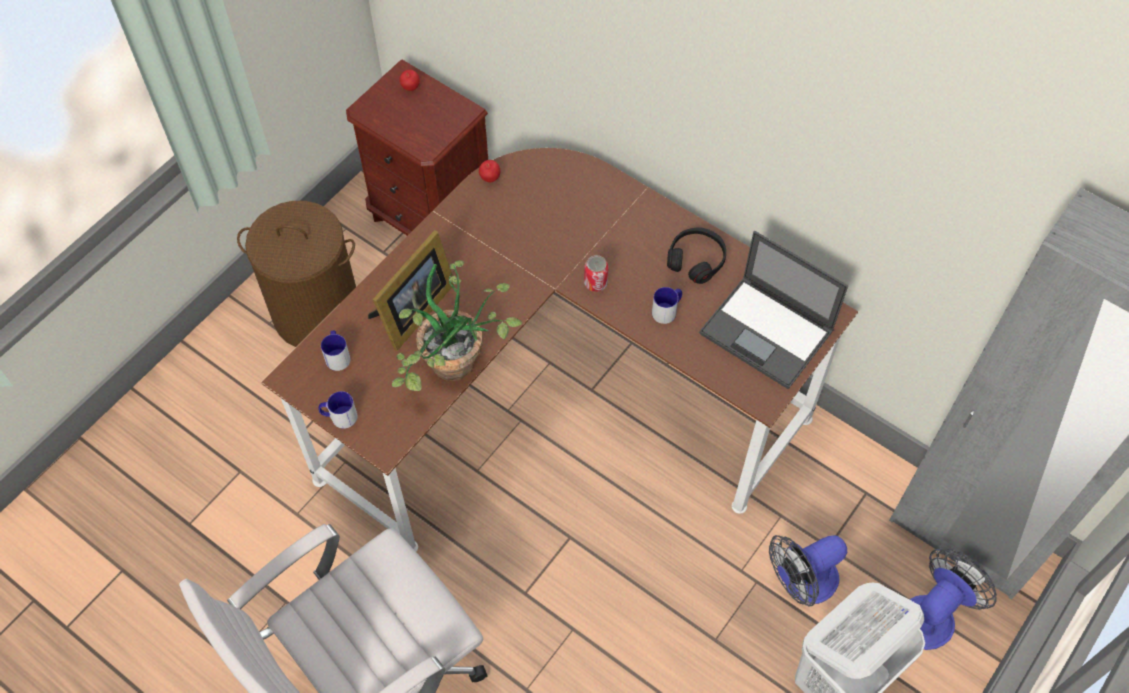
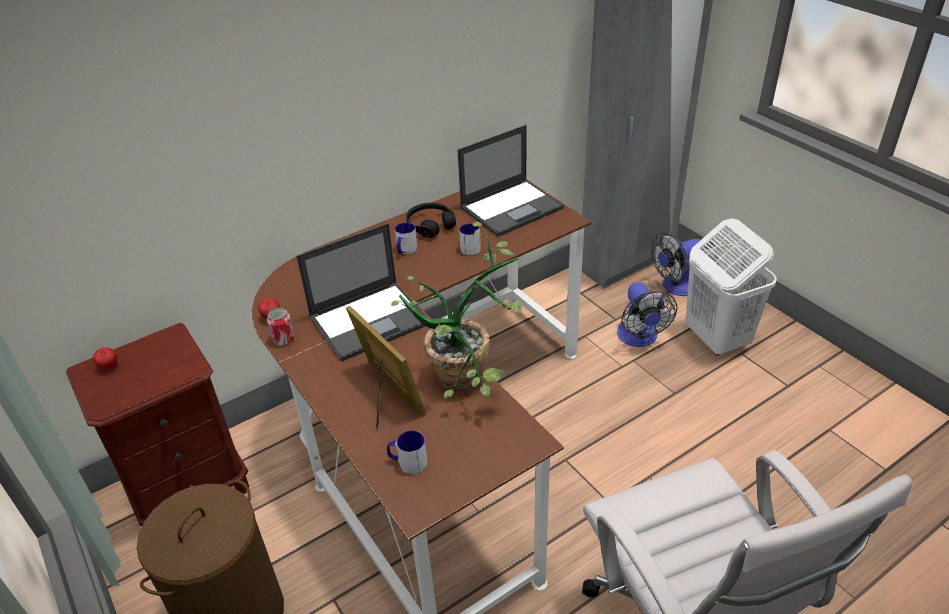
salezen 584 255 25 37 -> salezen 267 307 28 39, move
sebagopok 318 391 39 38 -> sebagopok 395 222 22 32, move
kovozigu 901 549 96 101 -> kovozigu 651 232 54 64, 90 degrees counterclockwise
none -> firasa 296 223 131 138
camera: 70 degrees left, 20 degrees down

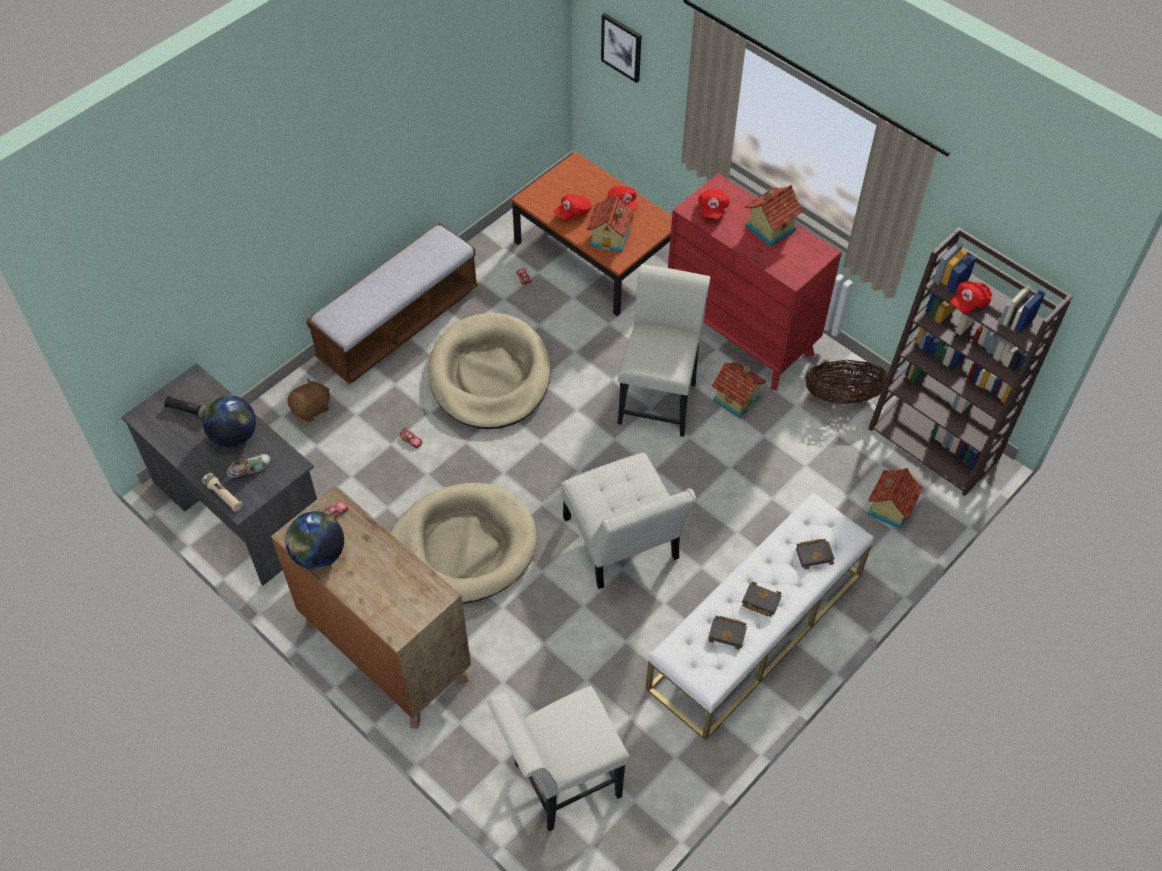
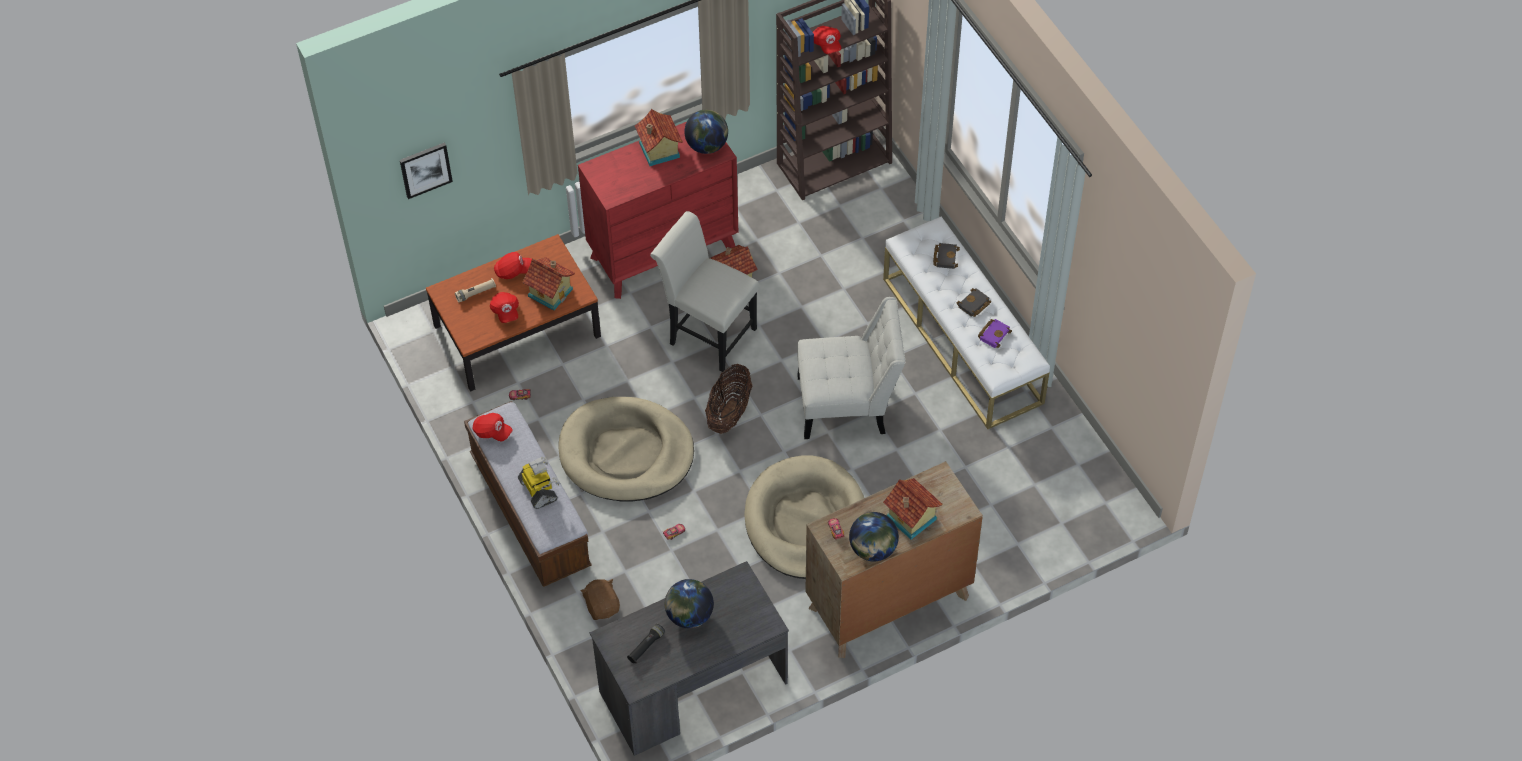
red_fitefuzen 698 188 32 31 -> red_fitefuzen 473 413 40 28, move
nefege 805 360 83 44 -> nefege 705 364 47 70, move
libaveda 227 454 43 24 -> none
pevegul 867 468 56 61 -> pevegul 883 478 60 62, move
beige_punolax 202 473 41 39 -> beige_punolax 455 278 41 24, move
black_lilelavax 708 615 39 35 -> purple_lilelavax 978 319 34 29
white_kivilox 487 686 143 145 -> none
none -> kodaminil 684 110 44 44
none -> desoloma 518 457 41 52
camera: 70 degrees left, 0 degrees up

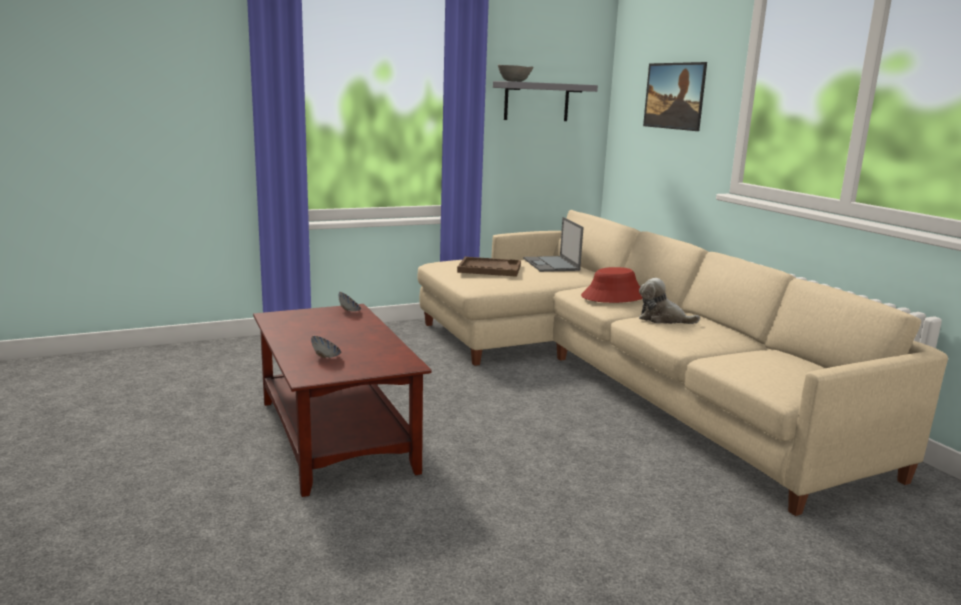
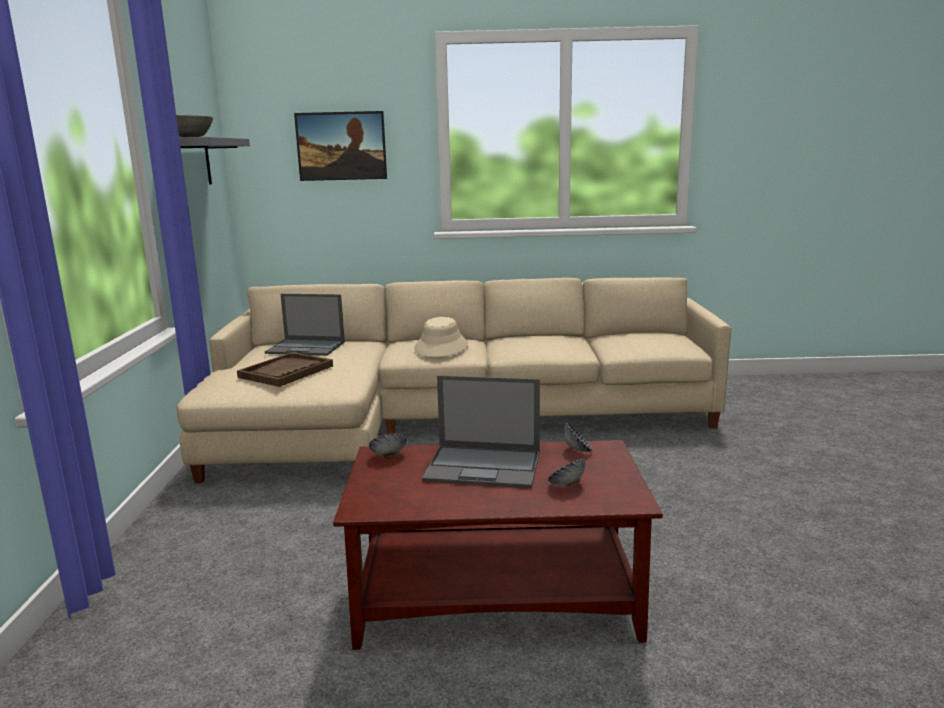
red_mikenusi 581 267 62 36 -> beige_mikenusi 414 317 54 40
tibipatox 639 278 61 46 -> none
none -> firasa 422 375 118 113
none -> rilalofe 564 422 29 30
camera: 65 degrees left, 0 degrees up

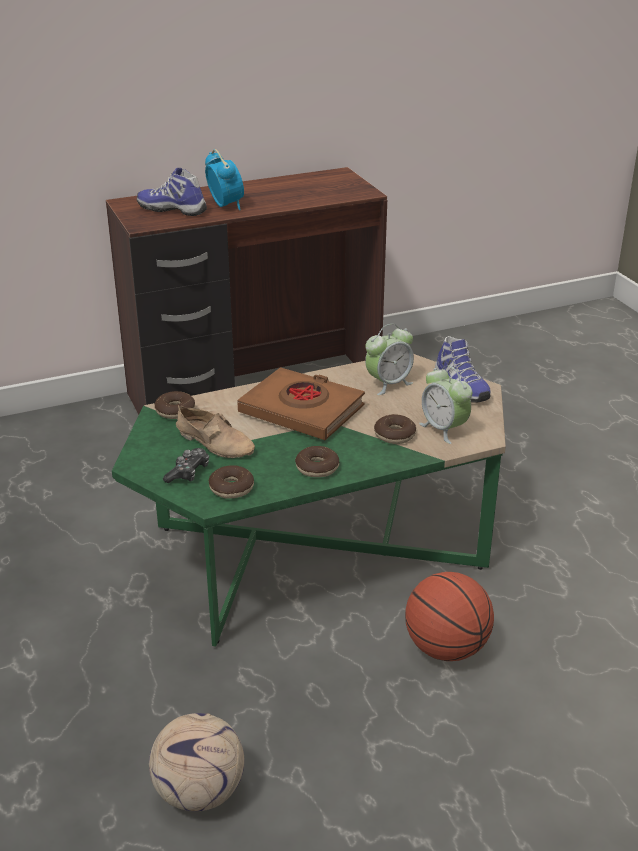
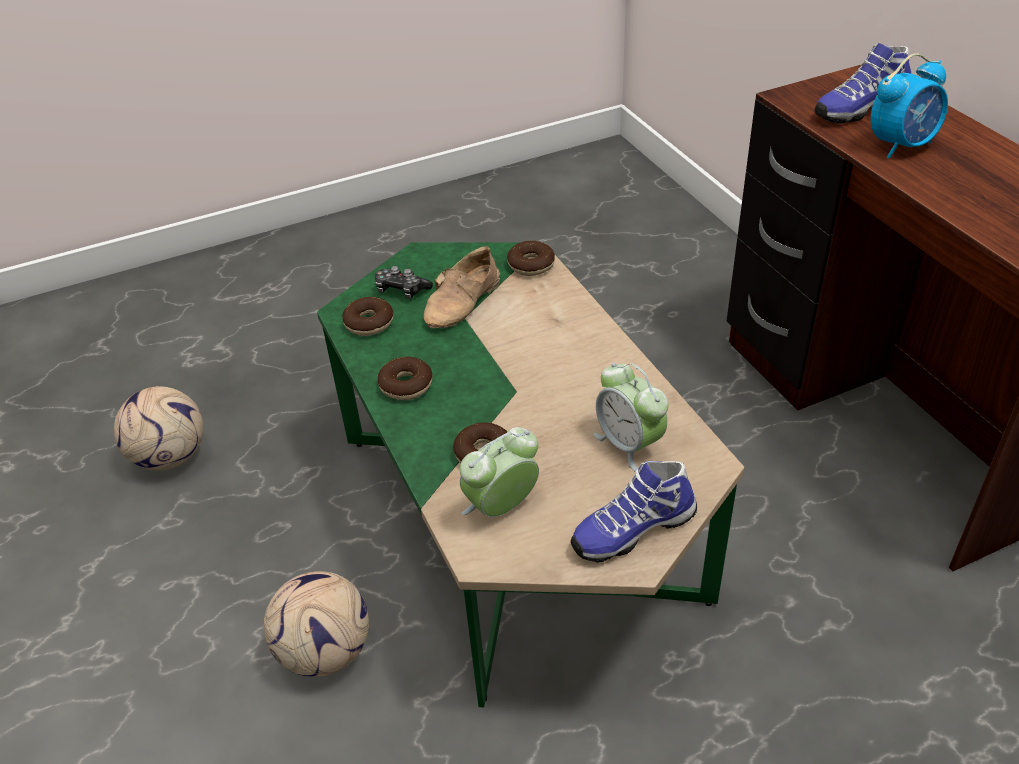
libaveda 137 168 70 48 -> libaveda 814 43 97 81, 135 degrees counterclockwise
brown_lilelavax 237 367 128 73 -> none
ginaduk 405 572 89 89 -> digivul 264 571 105 106
camera: 90 degrees right, 10 degrees up

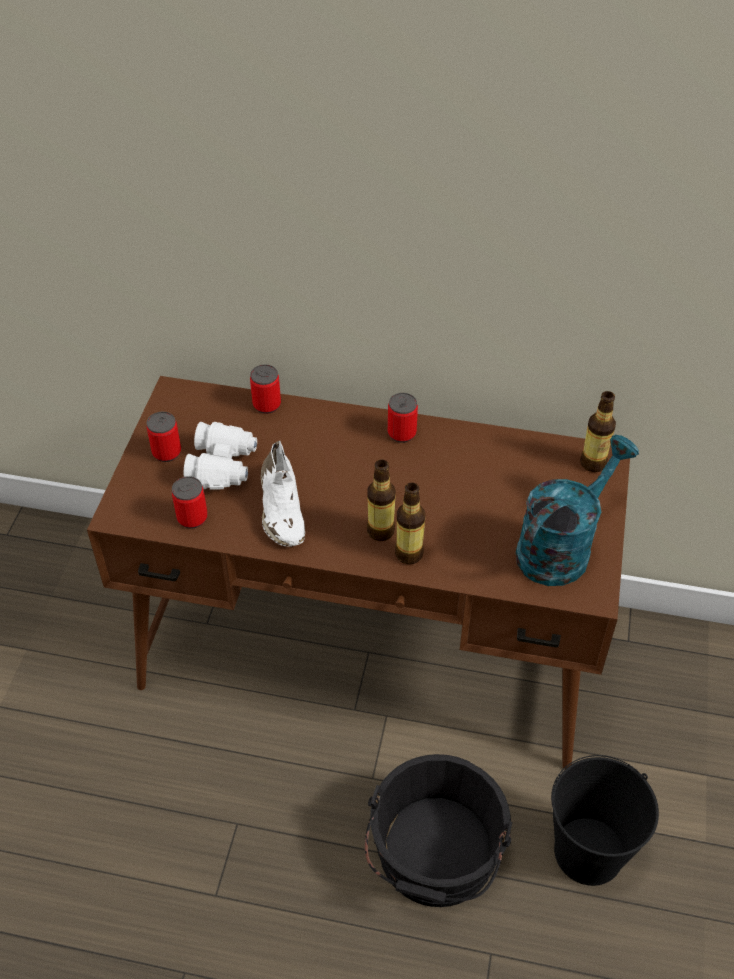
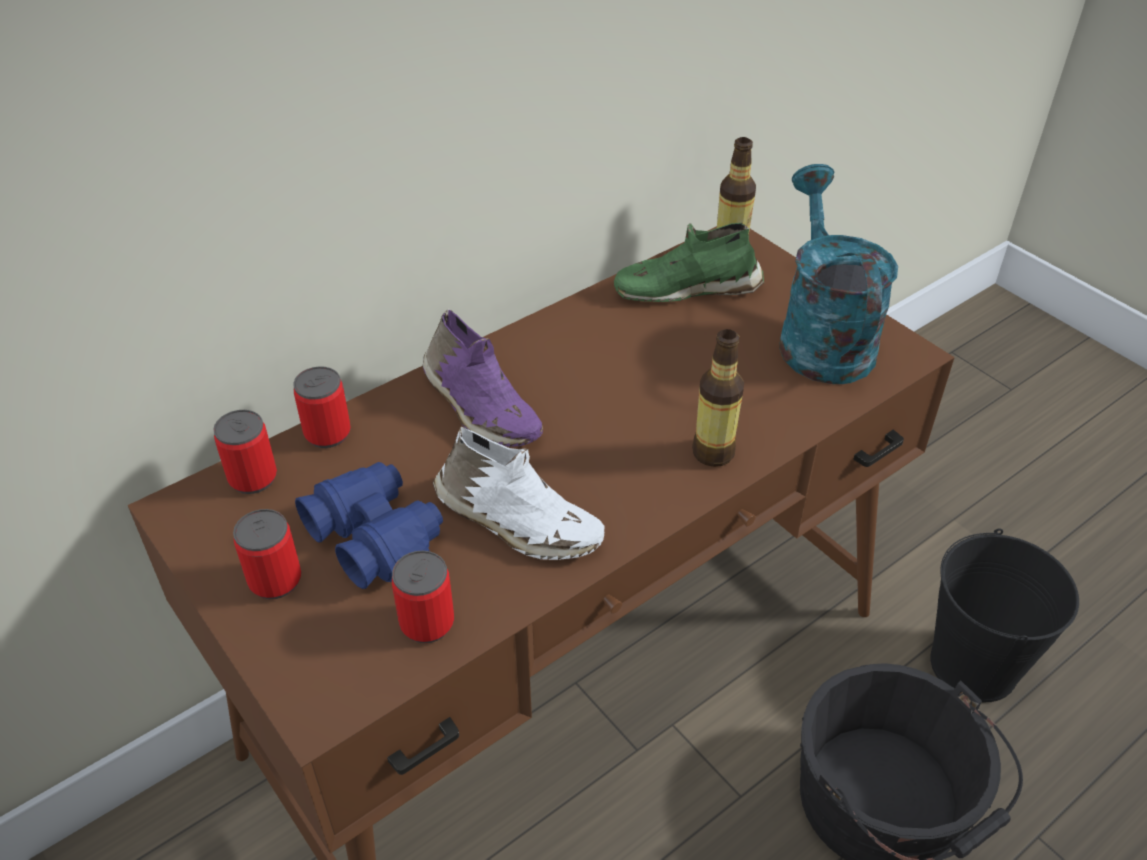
salezen 388 393 30 50 -> salezen 213 410 64 84, move
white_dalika 184 422 73 67 -> blue_dalika 295 462 148 127
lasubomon 367 460 29 81 -> none
none -> green_libaveda 614 223 150 79
none -> purple_libaveda 423 309 120 138
camera: 50 degrees left, 5 degrees down

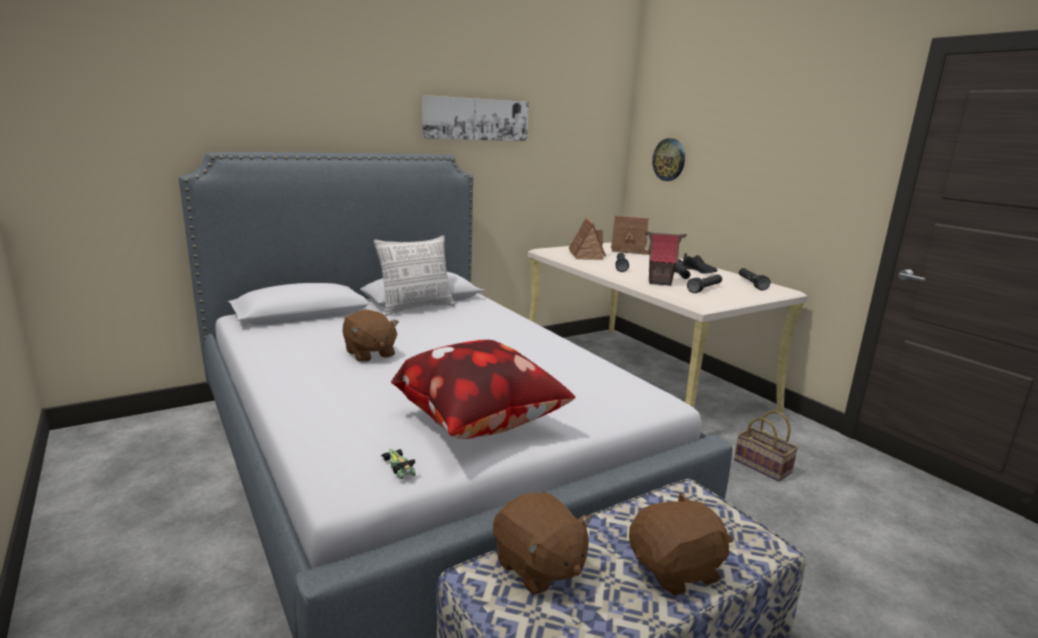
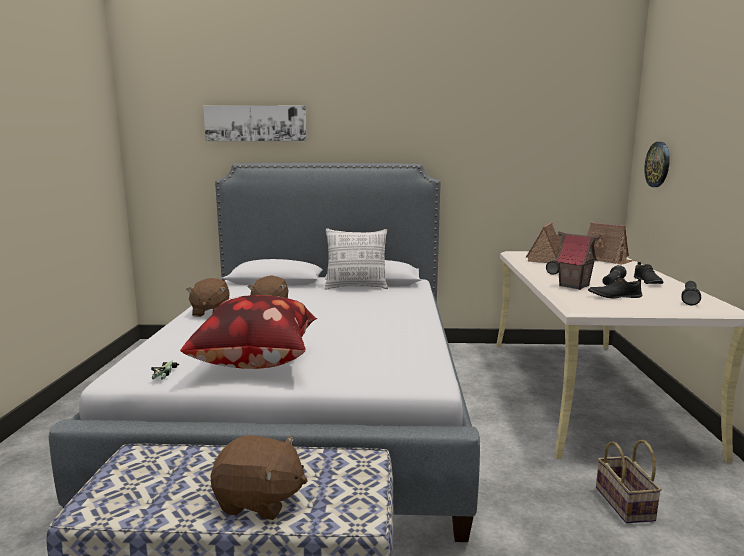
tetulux 422 95 107 46 -> tetulux 203 106 104 35, move
black_punolax 687 275 35 18 -> black_libaveda 588 278 55 21
brown_tibipatox 493 493 99 102 -> brown_tibipatox 186 278 44 39, move
camera: 35 degrees right, 5 degrees down

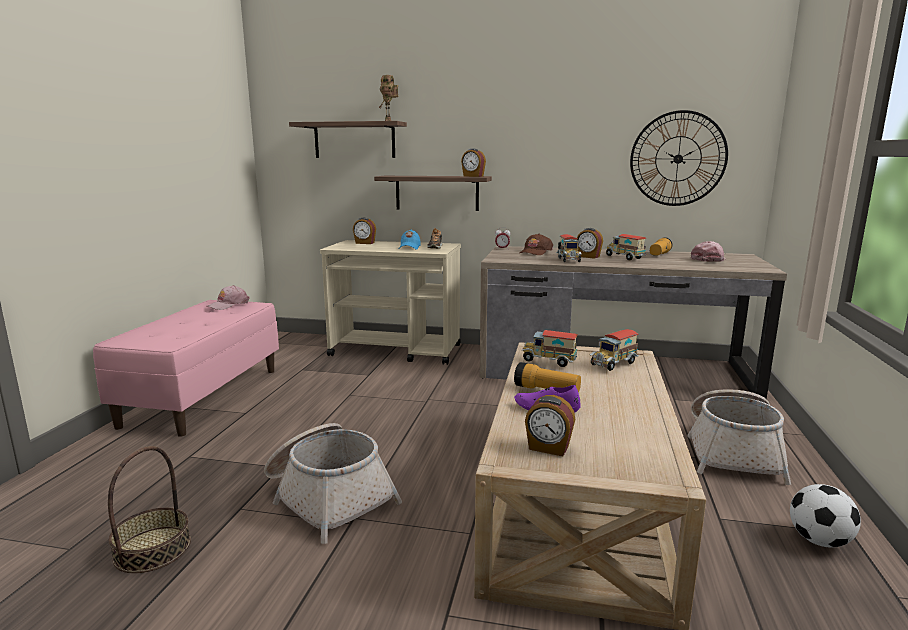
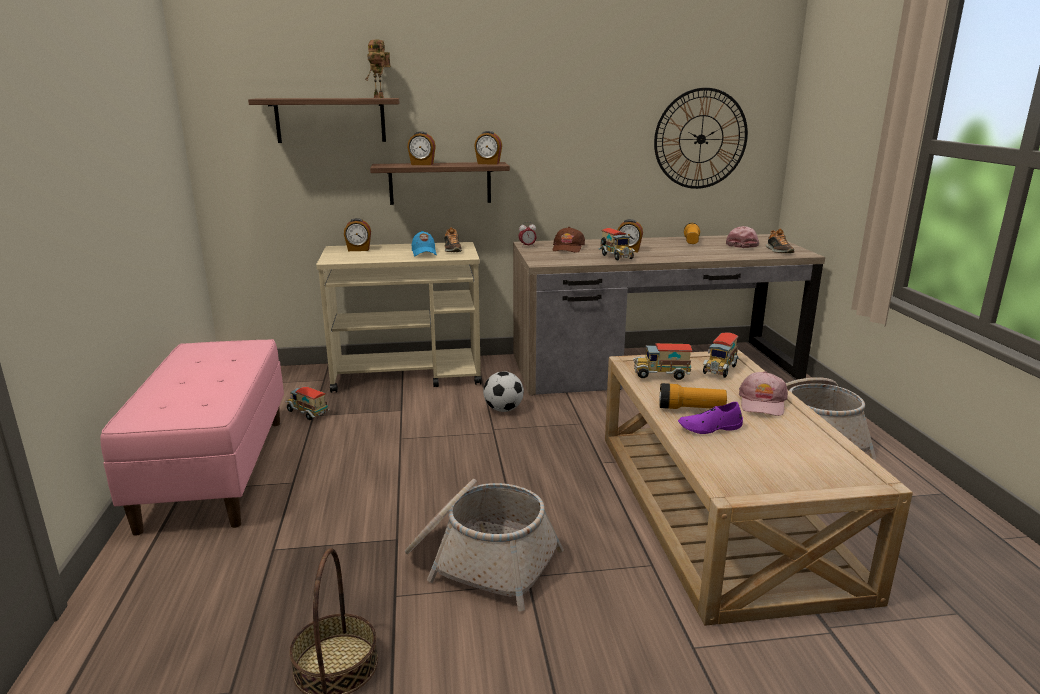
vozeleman 606 234 41 26 -> vozeleman 285 387 44 33, move
pink_fitefuzen 207 285 43 25 -> pink_fitefuzen 739 371 49 45, move
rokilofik 525 395 50 61 -> rokilofik 407 131 29 34, move
digivul 790 484 71 63 -> digivul 483 371 41 41, move
none -> libaveda 766 228 29 25
camera: 20 degrees left, 5 degrees up

